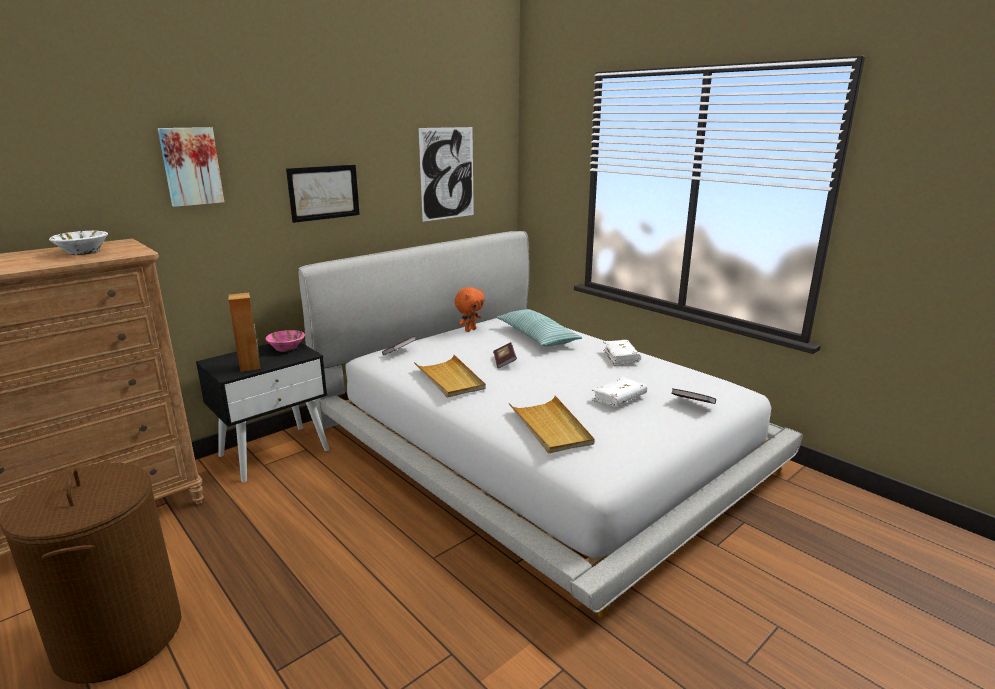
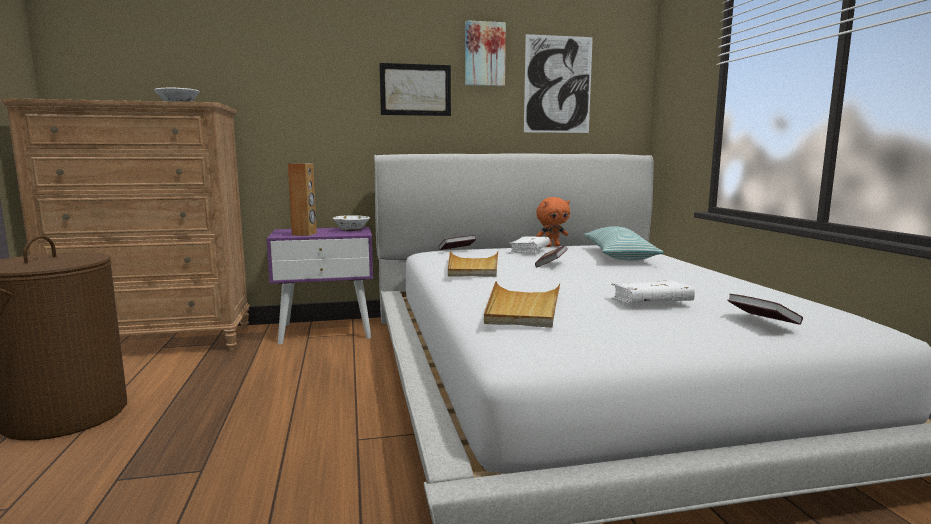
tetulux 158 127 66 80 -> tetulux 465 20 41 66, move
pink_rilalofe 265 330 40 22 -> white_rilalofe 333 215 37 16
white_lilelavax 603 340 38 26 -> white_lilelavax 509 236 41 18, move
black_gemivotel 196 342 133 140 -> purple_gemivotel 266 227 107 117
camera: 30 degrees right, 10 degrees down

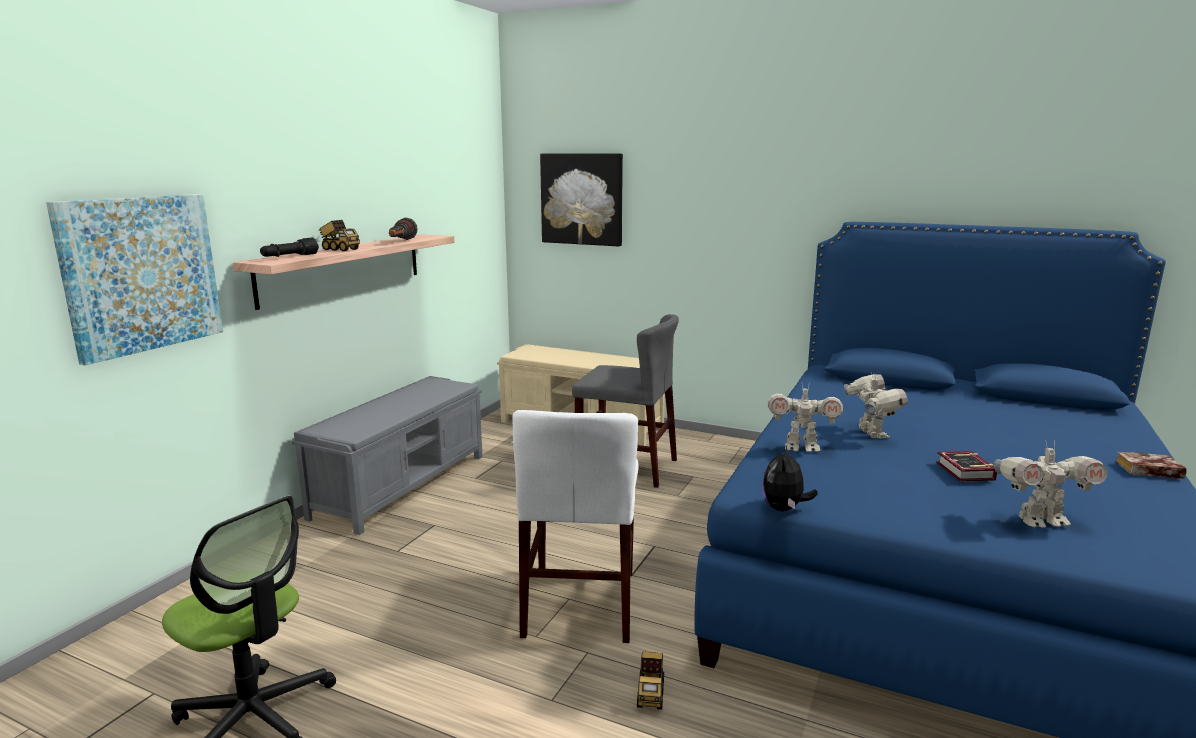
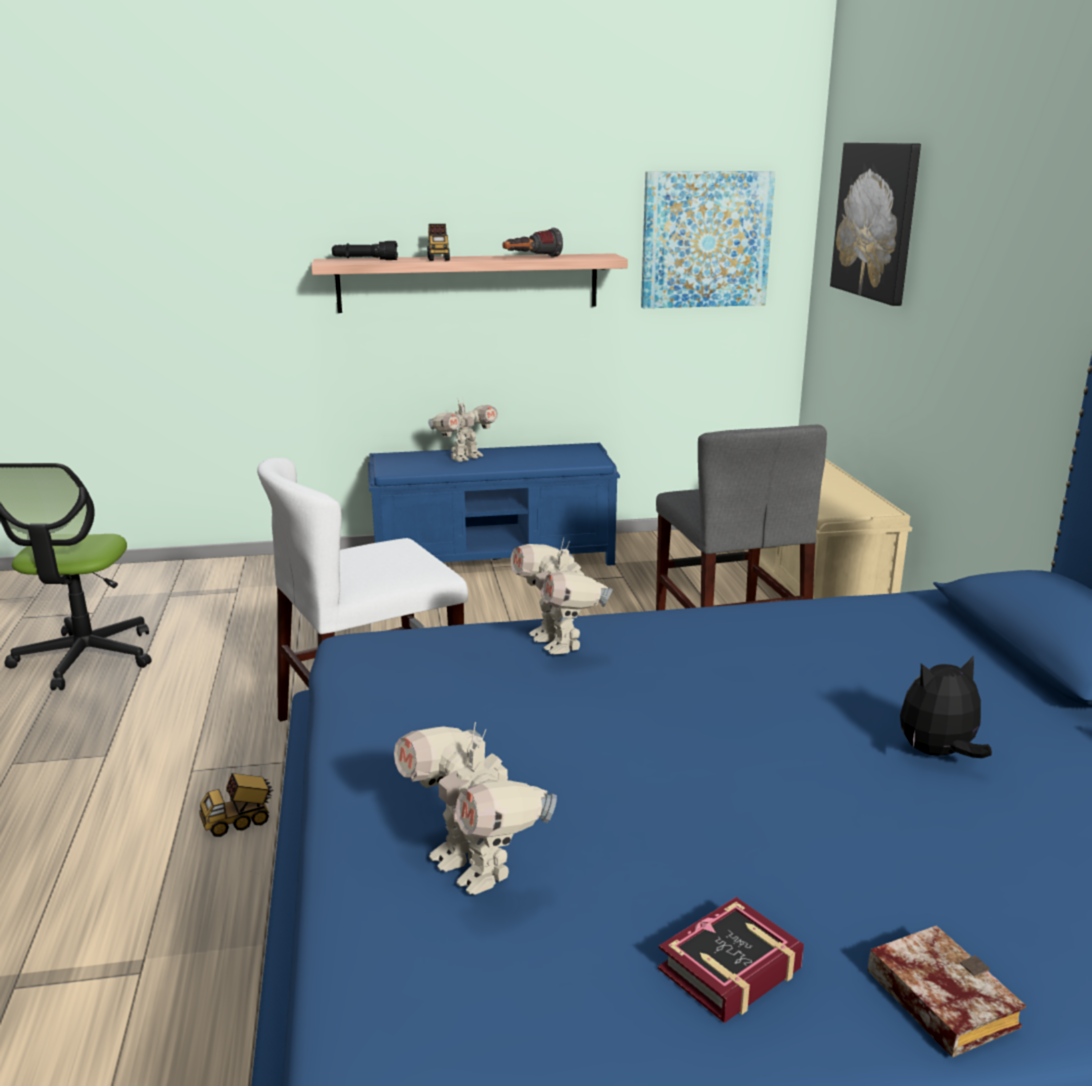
tetulux 46 194 177 171 -> tetulux 641 171 134 137, move
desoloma 844 372 64 67 -> desoloma 428 398 70 63, move
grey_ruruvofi 292 376 191 159 -> blue_ruruvofi 368 443 252 123
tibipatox 762 446 56 65 -> tibipatox 900 655 92 103, move
lilelavax 936 451 61 31 -> lilelavax 658 897 146 126, move
camera: 55 degrees right, 5 degrees up

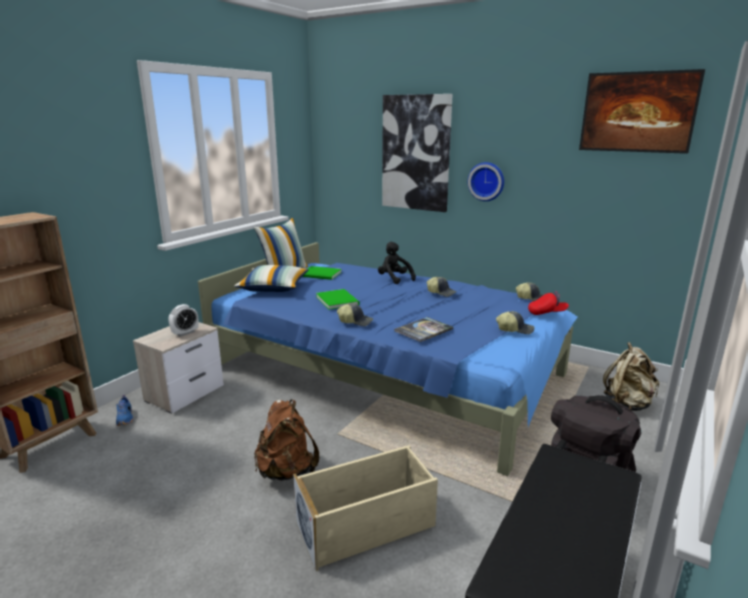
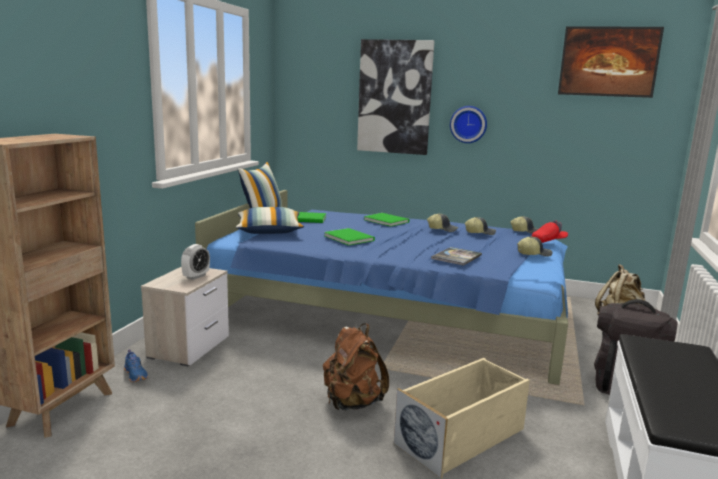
black_tibipatox 378 242 38 42 -> green_lilelavax 364 213 45 14
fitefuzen 337 304 37 22 -> fitefuzen 465 217 31 18, move
camera: 15 degrees left, 5 degrees down

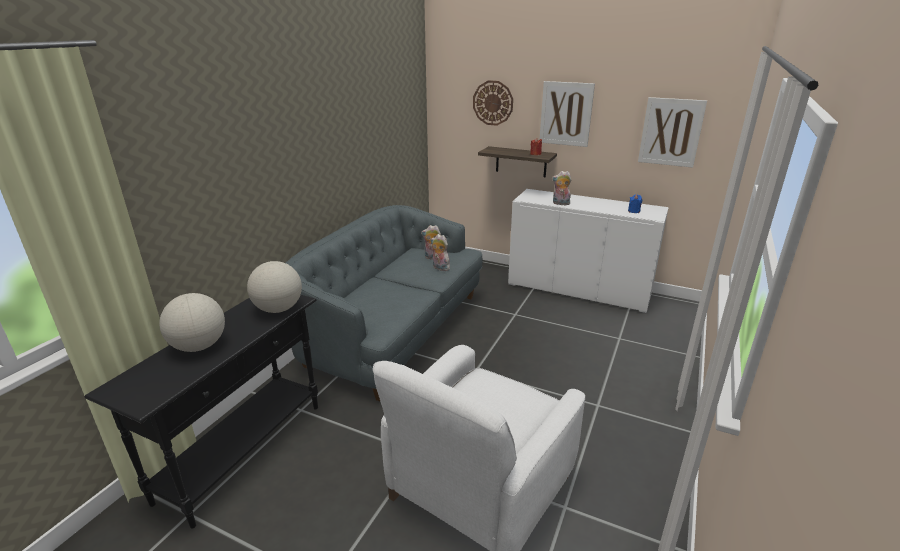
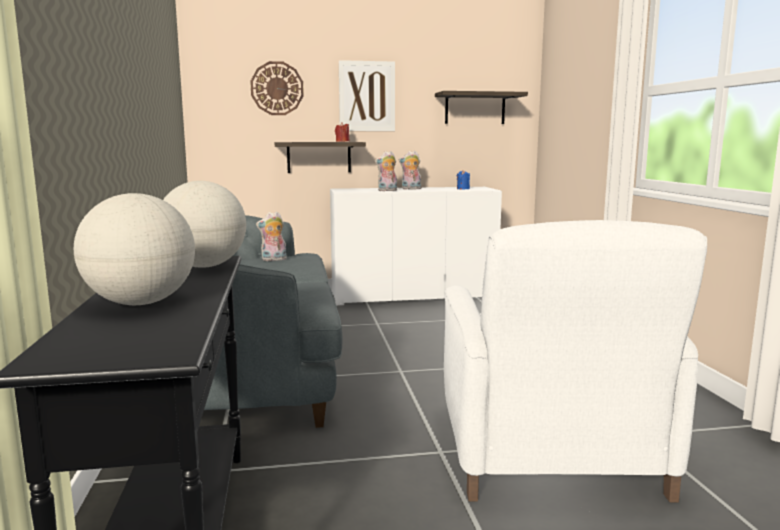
tetulux 638 97 69 71 -> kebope 435 91 93 33
tibipatox 431 234 19 37 -> tibipatox 399 151 22 38, move
camera: 35 degrees left, 15 degrees down

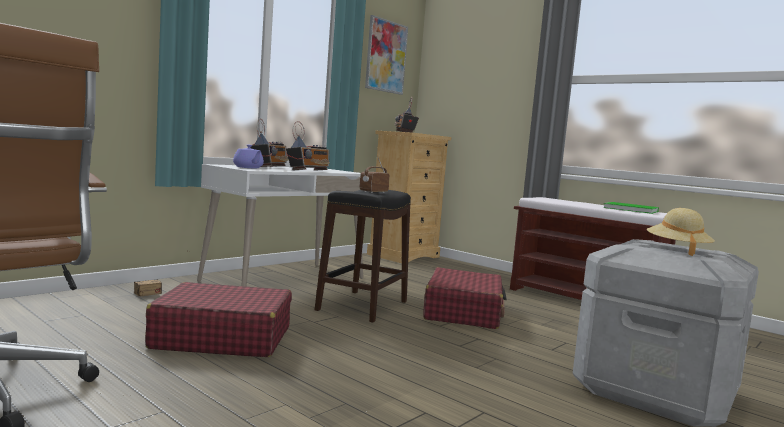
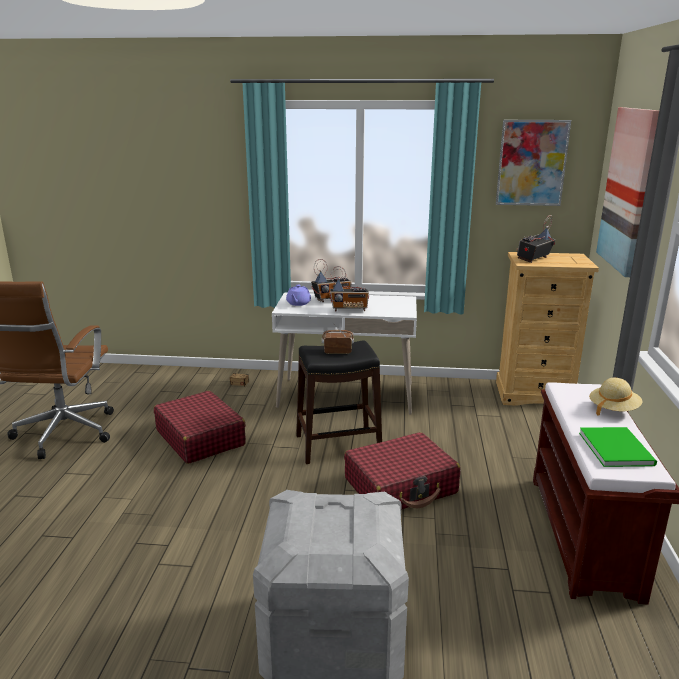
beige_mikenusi 647 208 68 48 -> beige_mikenusi 589 378 53 38, move
none -> tetulux 596 107 63 170
camera: 55 degrees right, 15 degrees up

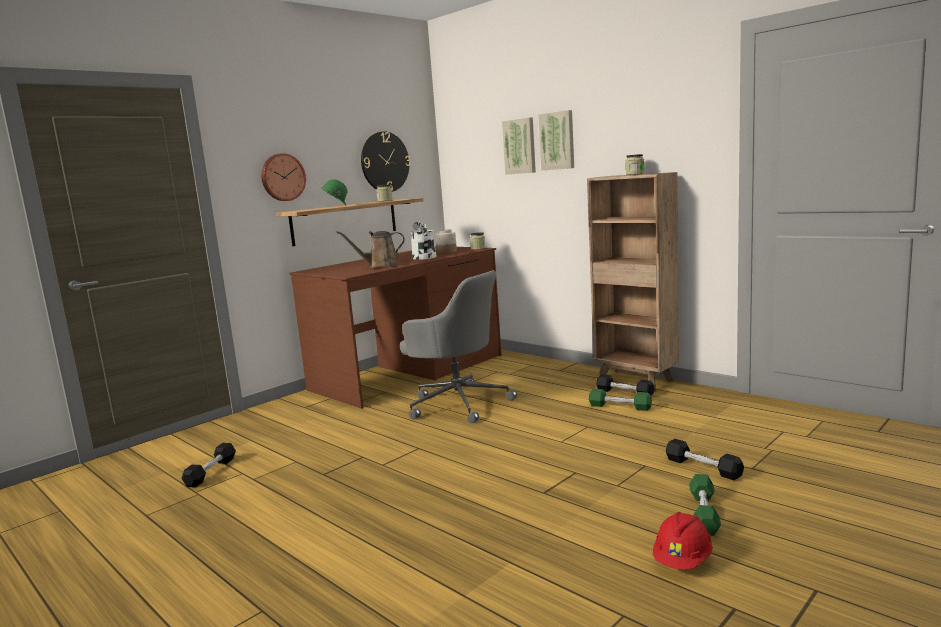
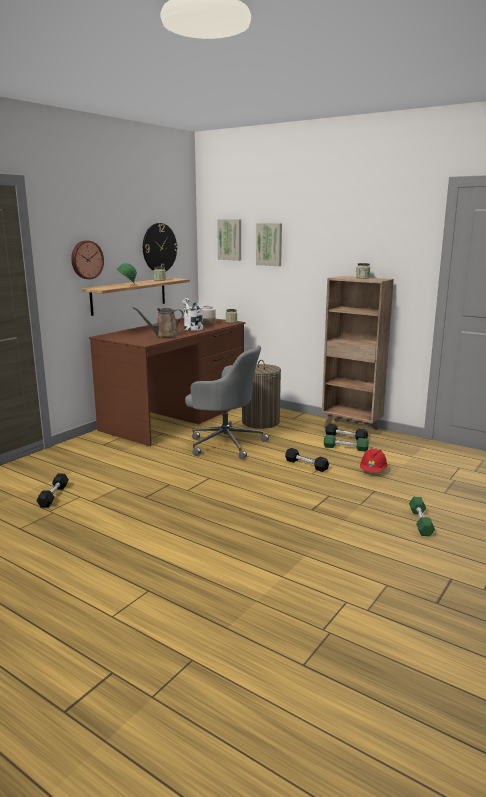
tetulux 538 110 36 60 -> tetulux 217 219 24 42, move
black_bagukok 666 439 78 41 -> black_bagukok 285 448 44 24, move
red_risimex 653 512 60 58 -> red_risimex 360 448 28 24, move
none -> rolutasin 242 360 39 69
camera: 10 degrees left, 5 degrees up

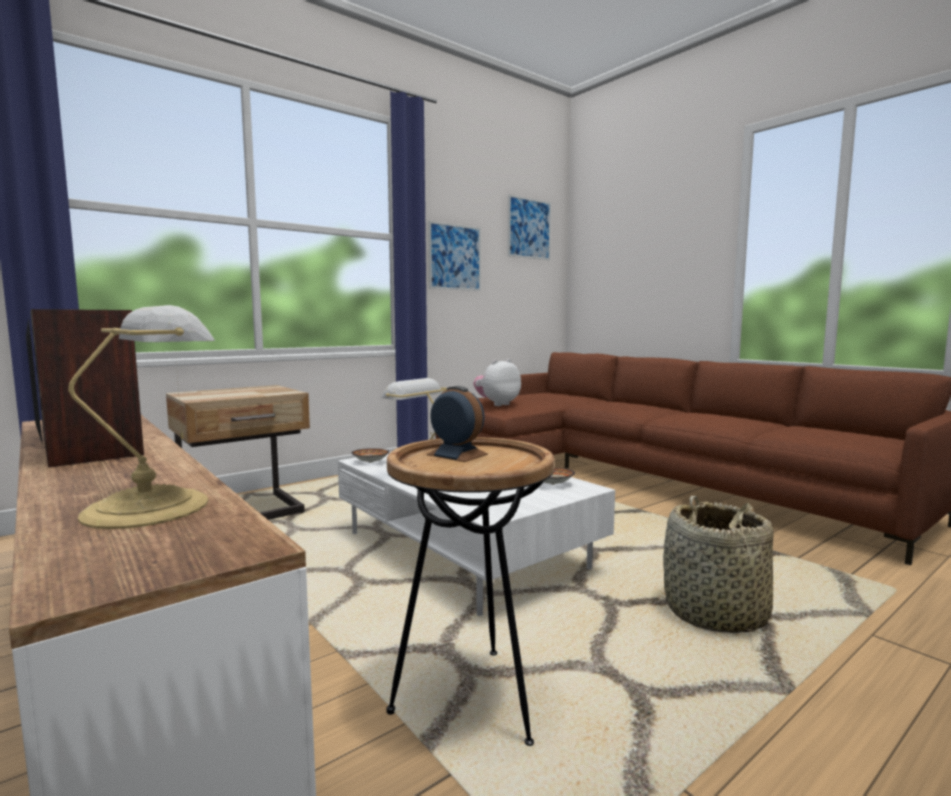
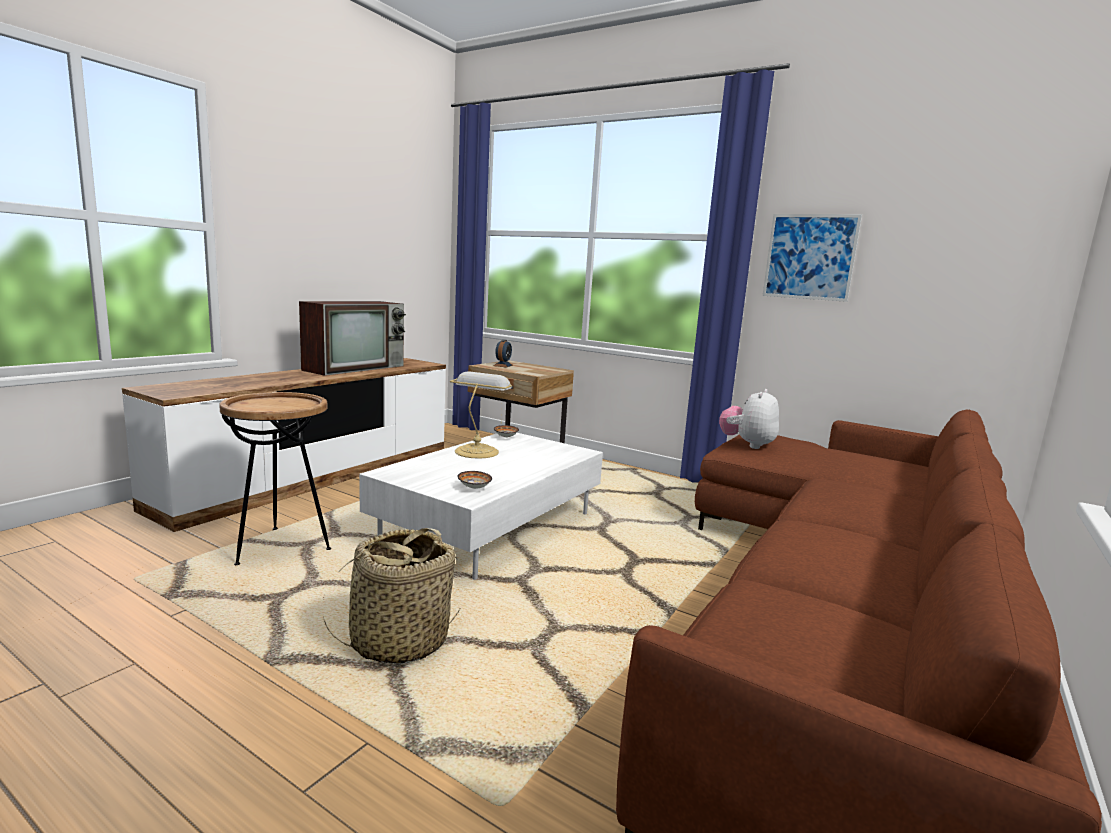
tetulux 508 195 43 65 -> none
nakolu 68 305 147 224 -> none
tibipatox 473 359 48 47 -> tibipatox 719 389 60 60, 90 degrees counterclockwise
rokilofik 427 386 61 76 -> rokilofik 493 340 20 28, move
camera: 70 degrees right, 5 degrees up

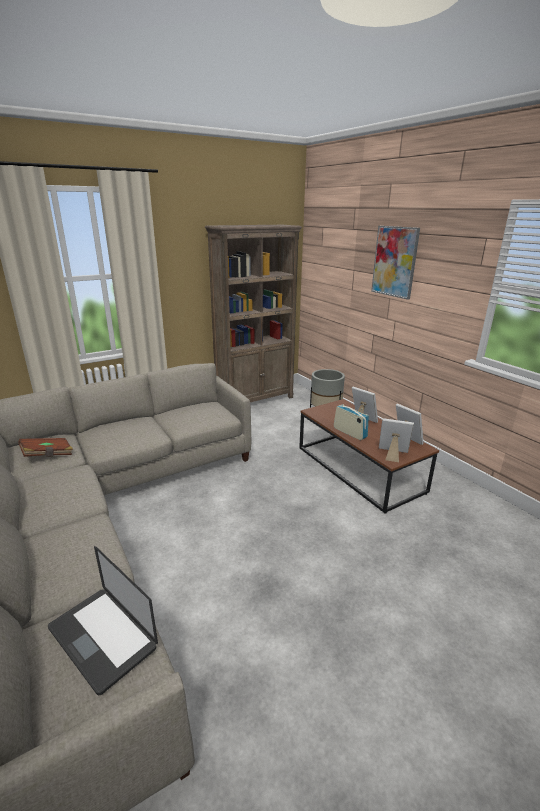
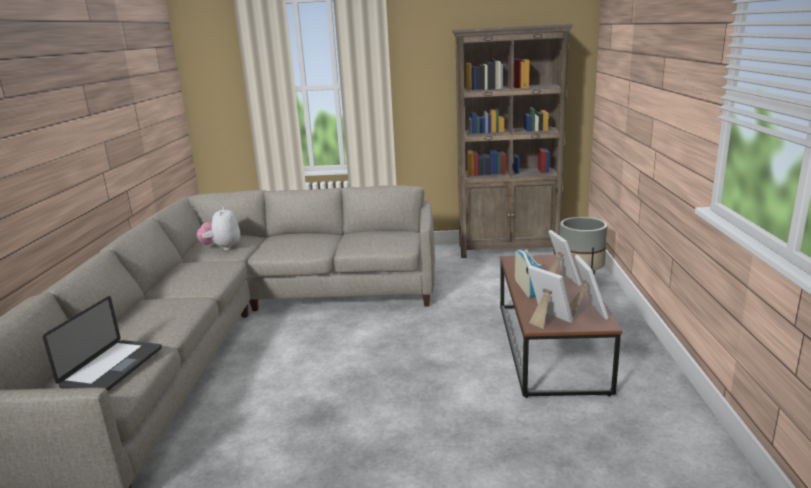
tetulux 371 226 49 74 -> none
brown_lilelavax 19 438 54 19 -> tibipatox 197 206 43 44
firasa 48 546 110 149 -> firasa 43 296 119 95, 150 degrees counterclockwise
camera: 35 degrees right, 5 degrees down

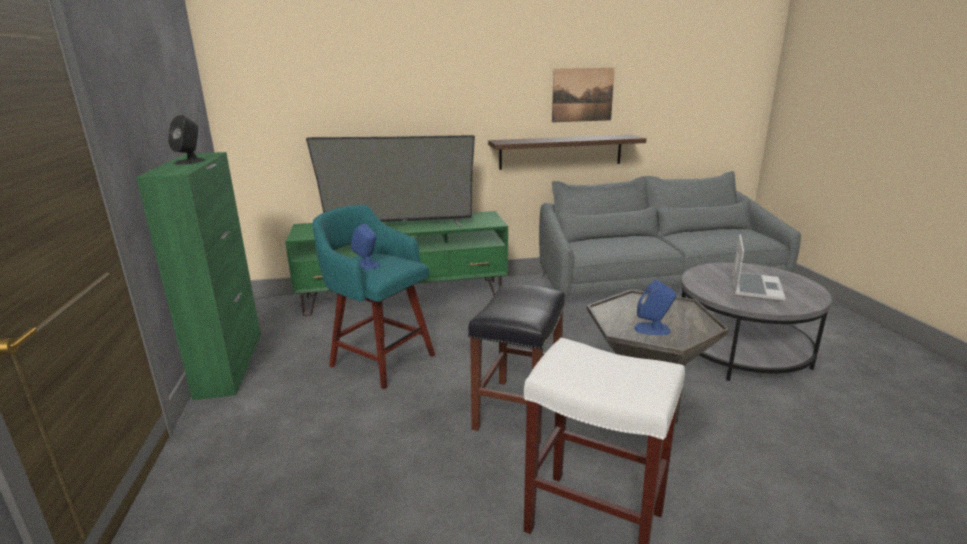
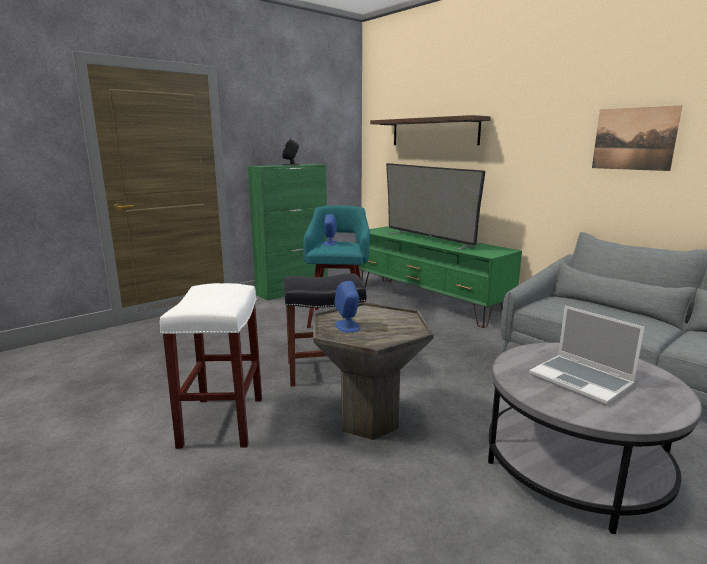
kebope 488 134 158 36 -> kebope 370 115 120 30, move
firasa 732 234 54 67 -> firasa 529 306 116 99, 60 degrees clockwise
camera: 60 degrees right, 5 degrees down

